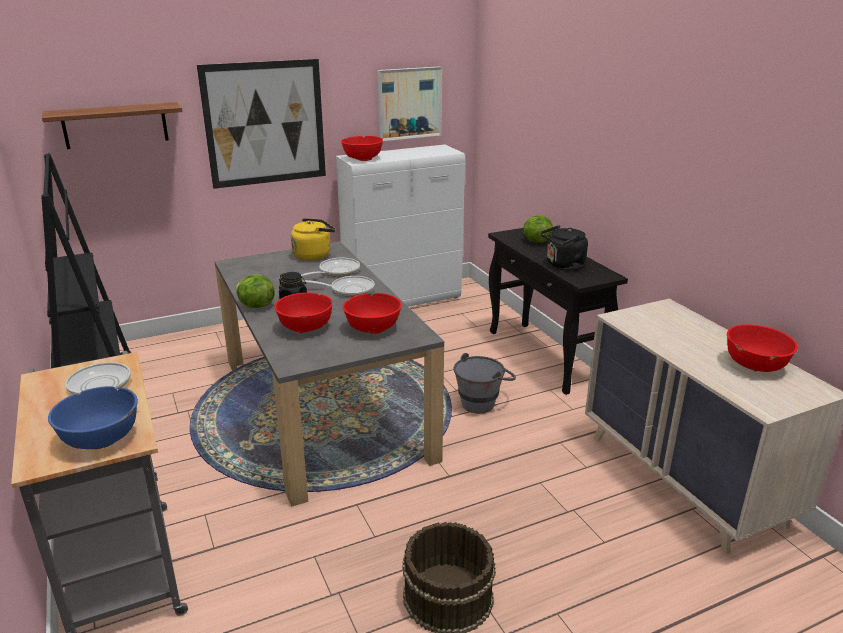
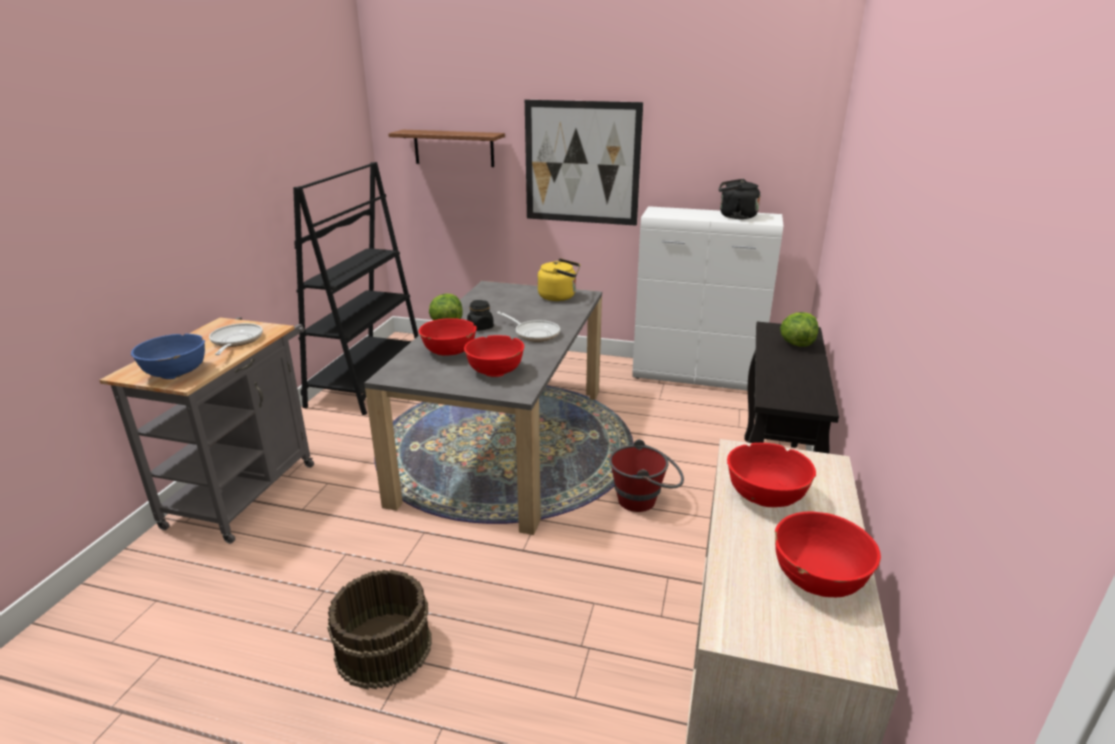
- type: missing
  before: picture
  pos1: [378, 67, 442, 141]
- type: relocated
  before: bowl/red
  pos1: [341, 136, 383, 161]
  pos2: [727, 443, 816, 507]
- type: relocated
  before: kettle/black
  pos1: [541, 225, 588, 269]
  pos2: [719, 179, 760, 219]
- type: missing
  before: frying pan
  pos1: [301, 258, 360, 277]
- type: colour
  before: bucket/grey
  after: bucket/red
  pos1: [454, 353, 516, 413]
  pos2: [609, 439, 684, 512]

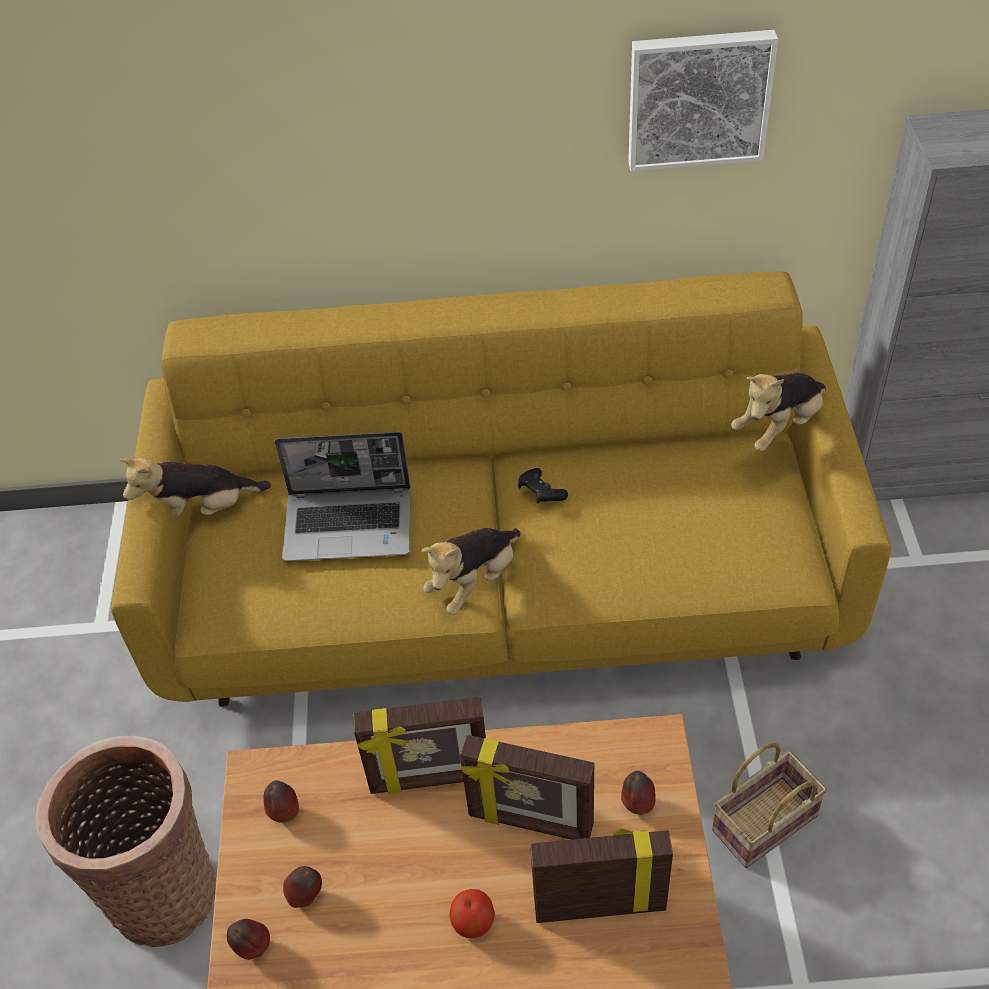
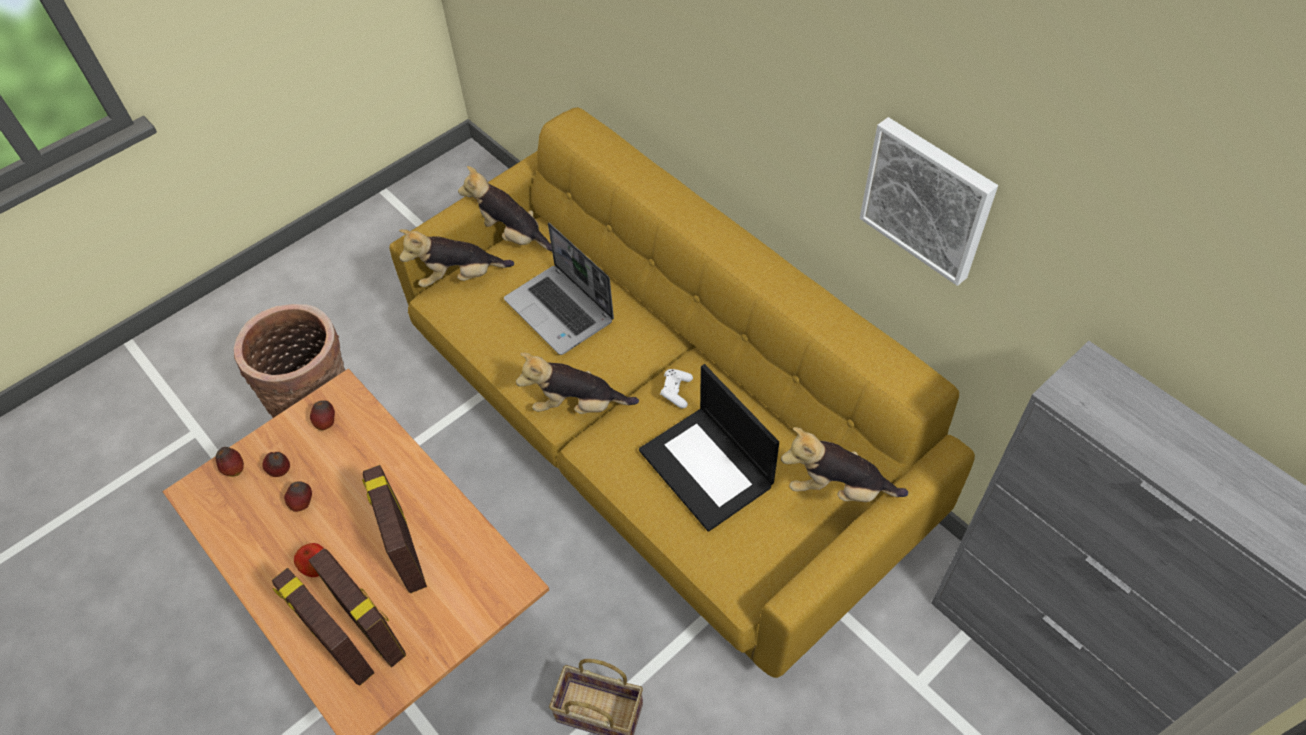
- type: colour
  before: game controller/black
  after: game controller/white
  pos1: [518, 468, 568, 504]
  pos2: [660, 369, 693, 408]
- type: relocated
  before: picture frame
  pos1: [353, 697, 486, 794]
  pos2: [272, 568, 375, 685]
- type: relocated
  before: apple
  pos1: [621, 771, 656, 815]
  pos2: [284, 481, 312, 512]
- type: appeared
  after: plush toy
  pos2: [399, 229, 514, 287]
- type: appeared
  after: laptop
  pos2: [639, 364, 779, 532]

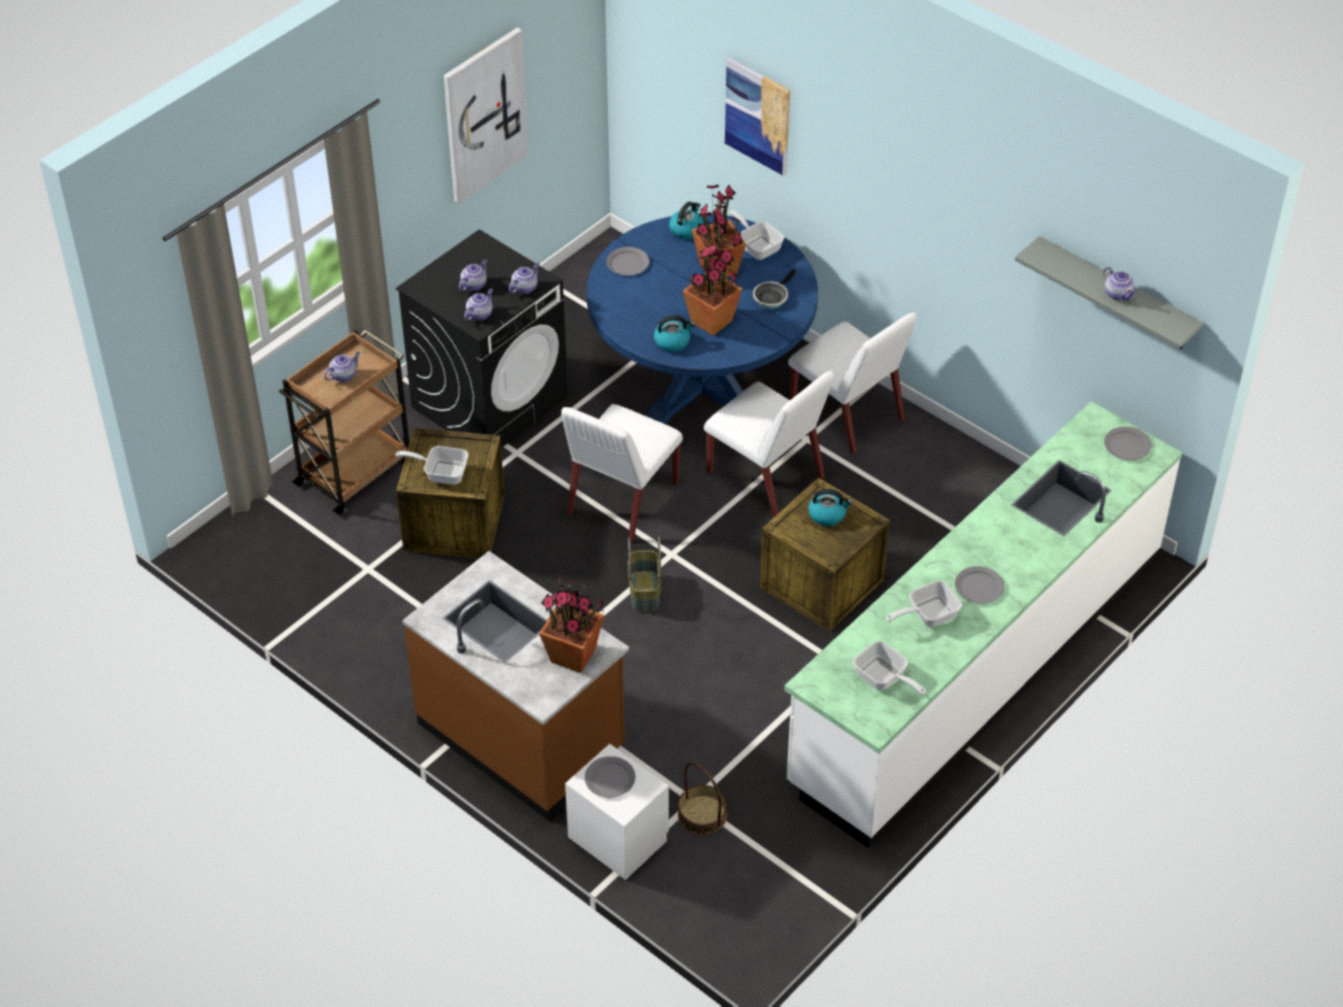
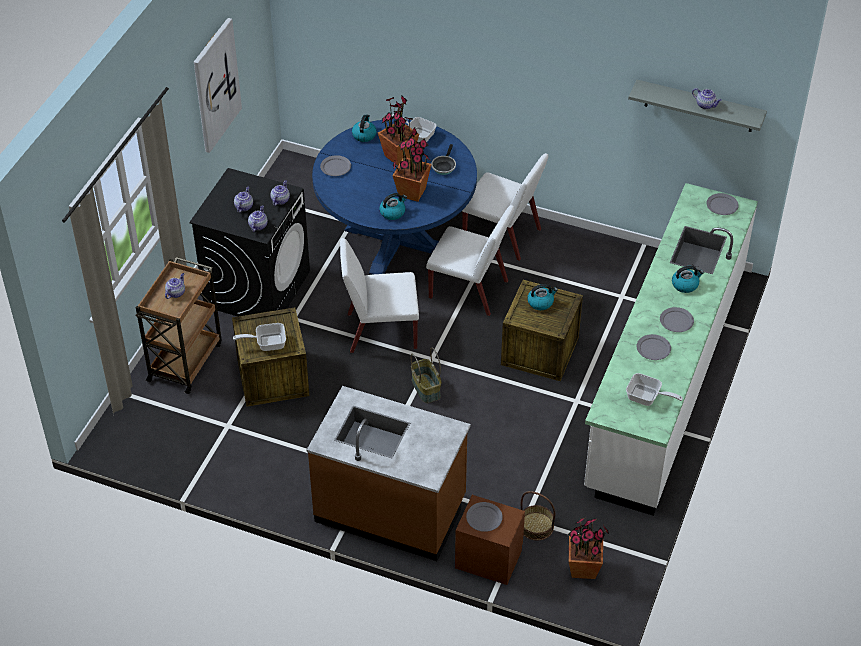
- type: missing
  before: picture
  pos1: [725, 58, 790, 176]
- type: spun
  before: chair/white
  pos1: [561, 404, 683, 542]
  pos2: [340, 238, 419, 353]
  turn: 75
- type: relocated
  before: potted plant
  pos1: [539, 574, 604, 673]
  pos2: [568, 518, 609, 579]
- type: exchanged
  before: frying pan
  after: plate/grey
  pos1: [886, 581, 962, 627]
  pos2: [636, 334, 671, 360]
- type: colour
  before: nightstand/white
  after: nightstand/brown
  pos1: [565, 744, 669, 880]
  pos2: [455, 495, 525, 585]
- type: appeared
  after: kettle
  pos2: [672, 266, 704, 293]

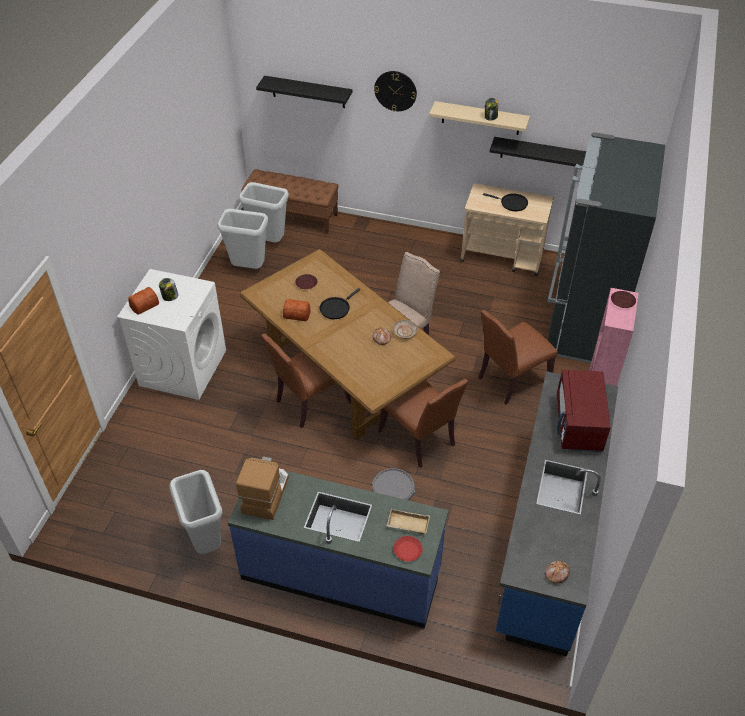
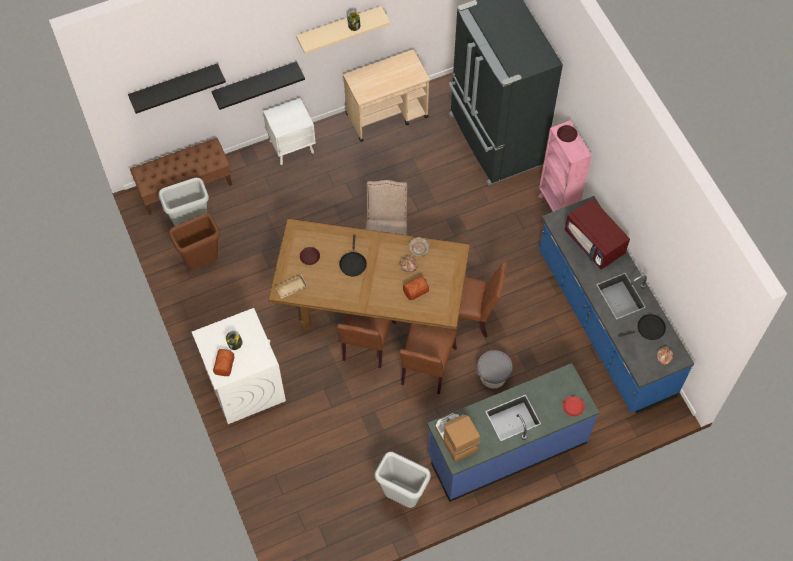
- type: missing
  before: wall clock
  pos1: [374, 71, 417, 112]
- type: relocated
  before: shelf/black
  pos1: [490, 137, 586, 166]
  pos2: [212, 61, 305, 110]
- type: relocated
  before: frying pan/black
  pos1: [483, 193, 528, 211]
  pos2: [618, 314, 666, 340]
- type: colour
  before: trash can/grey
  after: trash can/brown
  pos1: [217, 209, 268, 269]
  pos2: [168, 214, 220, 270]
- type: relocated
  before: bread
  pos1: [283, 299, 311, 321]
  pos2: [403, 276, 429, 300]
- type: relocated
  before: chair/brown
  pos1: [478, 310, 558, 405]
  pos2: [399, 323, 457, 394]
- type: relocated
  before: tray/beige
  pos1: [387, 509, 430, 534]
  pos2: [275, 275, 308, 299]
- type: appeared
  after: nightstand/white
  pos2: [263, 98, 316, 165]

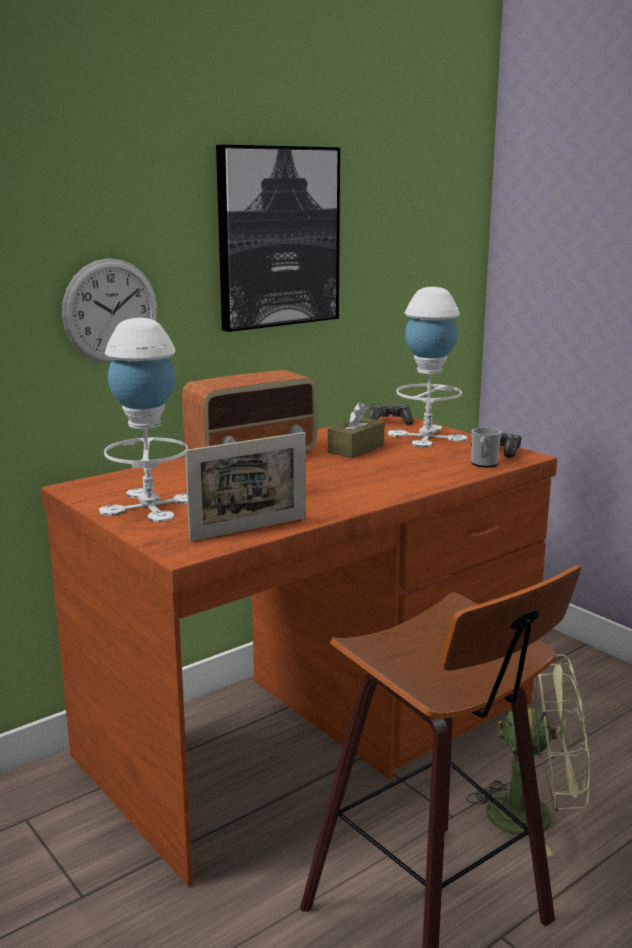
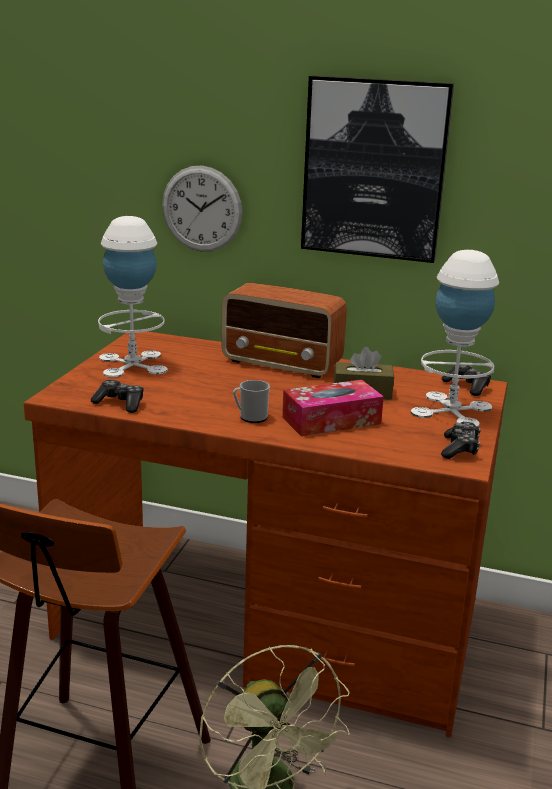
- type: relocated
  before: mug
  pos1: [471, 427, 501, 467]
  pos2: [233, 380, 270, 423]
- type: exchanged
  before: picture frame
  after: game controller
  pos1: [185, 432, 306, 542]
  pos2: [91, 380, 143, 413]
- type: appeared
  after: tissue box
  pos2: [282, 380, 384, 436]

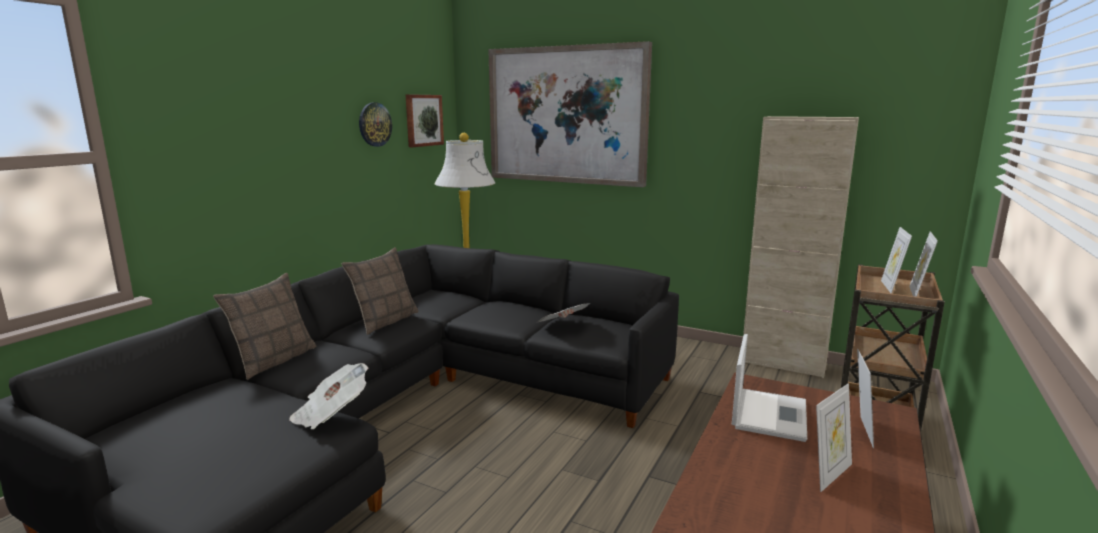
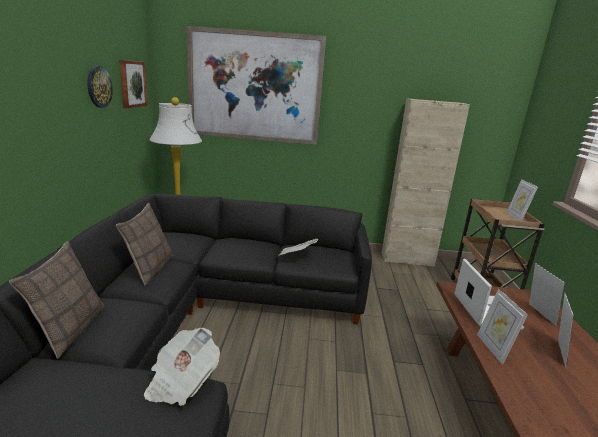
- type: relocated
  before: picture frame
  pos1: [881, 227, 912, 294]
  pos2: [477, 289, 528, 365]

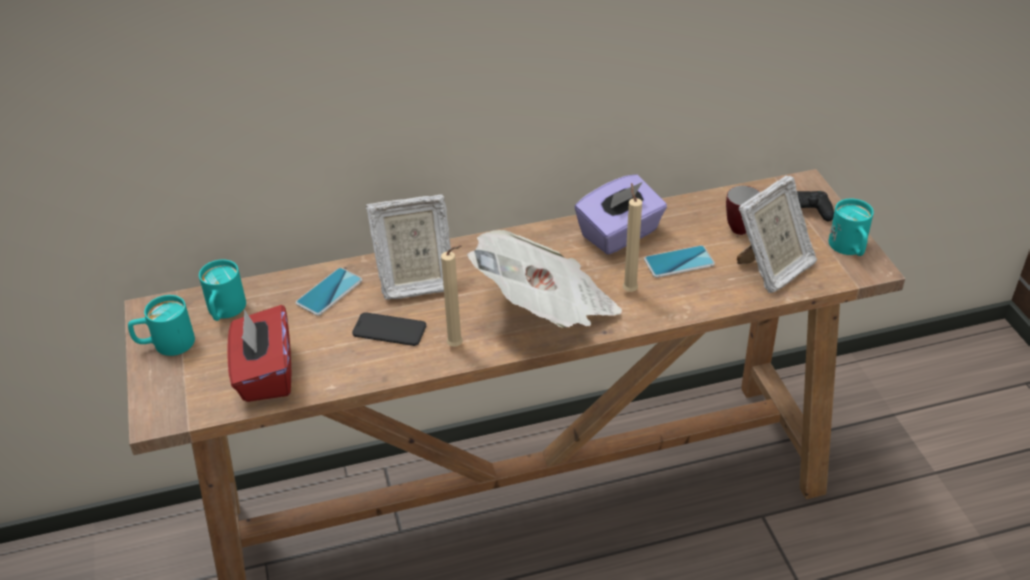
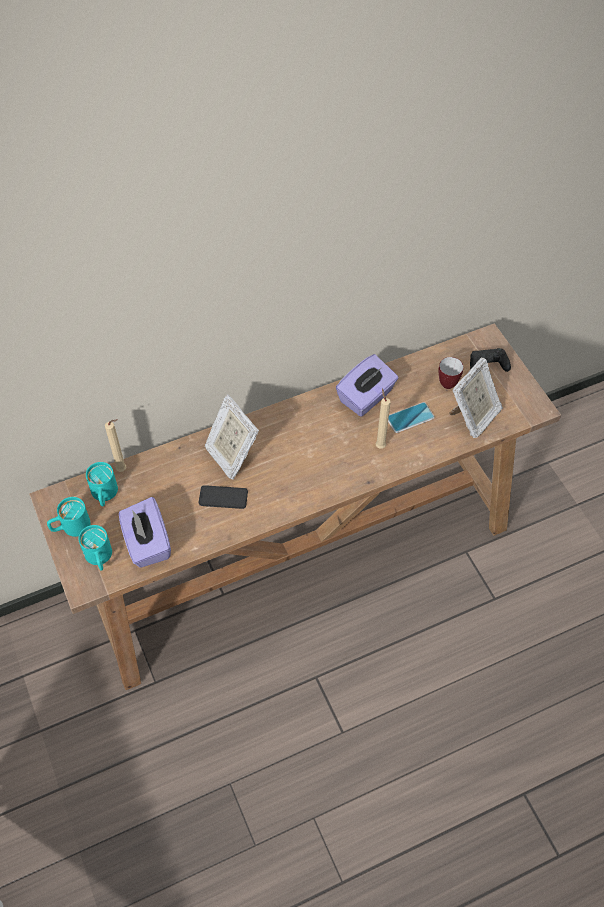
- type: spun
  before: picture frame
  pos1: [366, 194, 452, 300]
  pos2: [204, 394, 259, 479]
  turn: 75
- type: relocated
  before: mug/turquoise
  pos1: [829, 199, 874, 256]
  pos2: [78, 525, 112, 571]
- type: missing
  before: newspaper
  pos1: [467, 230, 622, 328]
- type: relocated
  before: candle/beige
  pos1: [441, 245, 463, 347]
  pos2: [105, 419, 127, 472]
- type: missing
  before: phone
  pos1: [296, 268, 362, 316]
- type: colour
  before: tissue box/red
  after: tissue box/purple
  pos1: [227, 305, 291, 402]
  pos2: [119, 497, 171, 568]

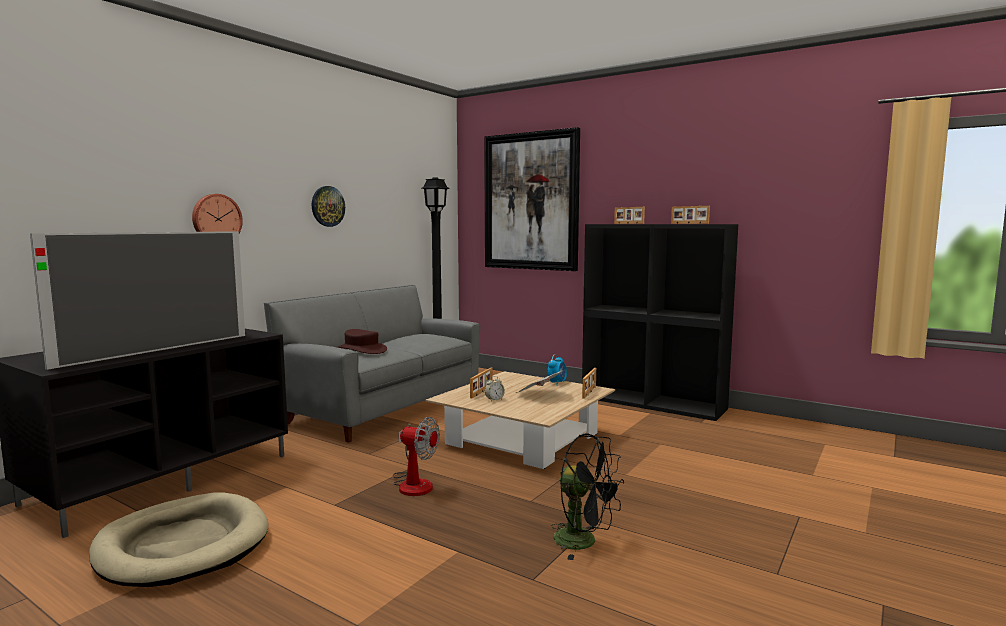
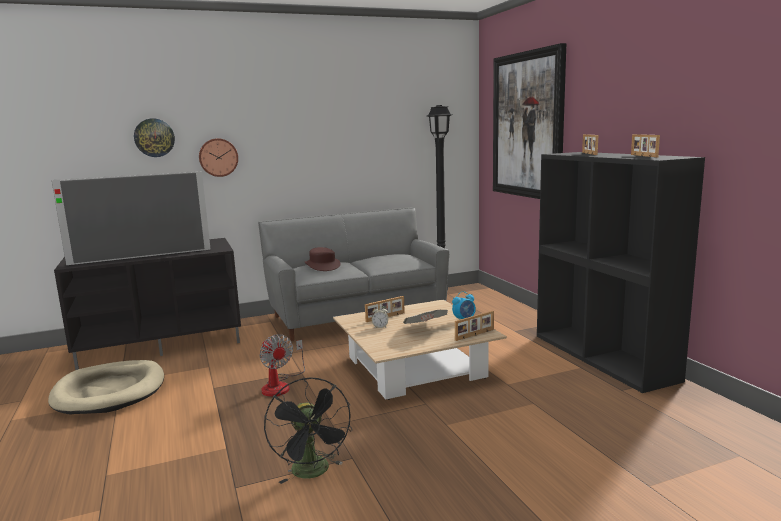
- type: relocated
  before: wall clock
  pos1: [312, 186, 345, 227]
  pos2: [134, 118, 175, 157]

